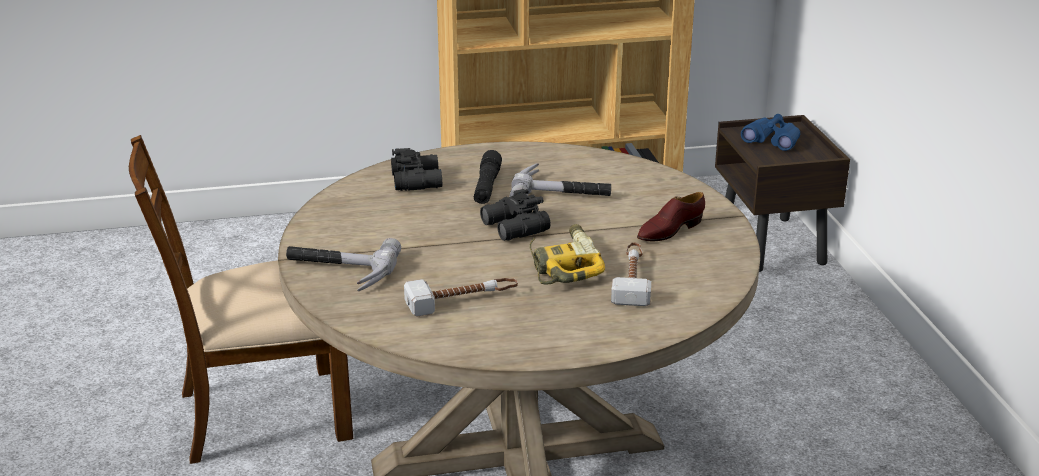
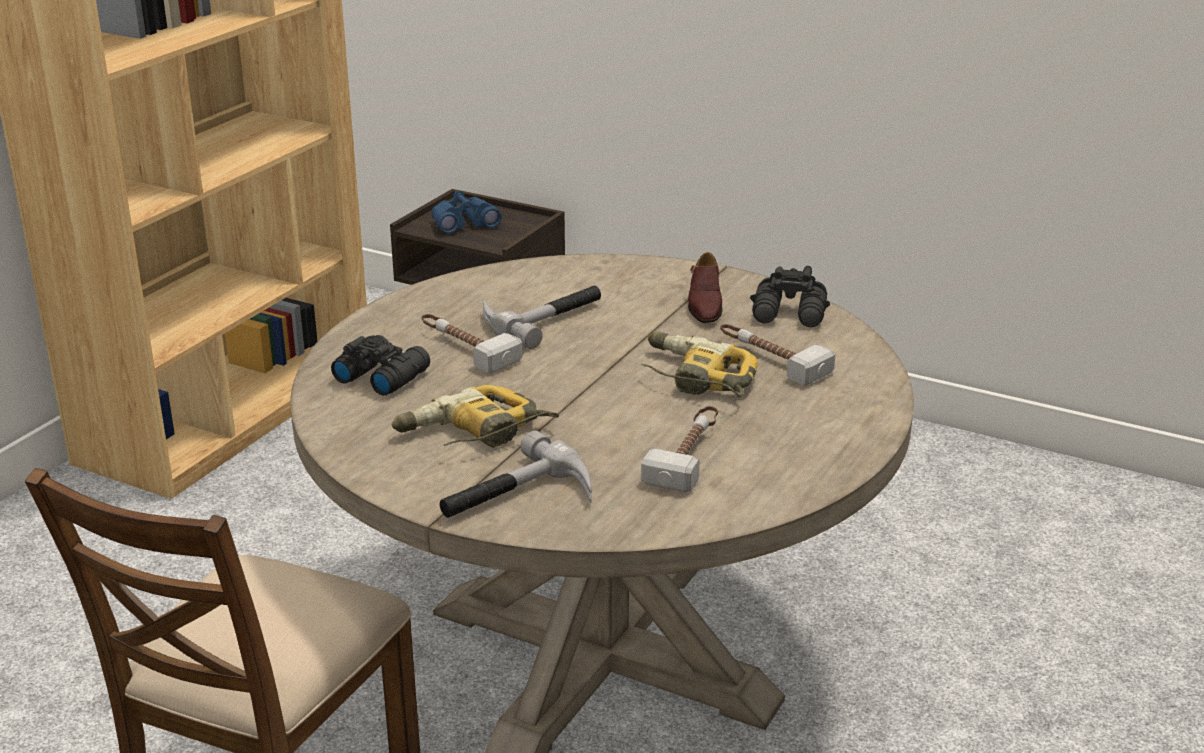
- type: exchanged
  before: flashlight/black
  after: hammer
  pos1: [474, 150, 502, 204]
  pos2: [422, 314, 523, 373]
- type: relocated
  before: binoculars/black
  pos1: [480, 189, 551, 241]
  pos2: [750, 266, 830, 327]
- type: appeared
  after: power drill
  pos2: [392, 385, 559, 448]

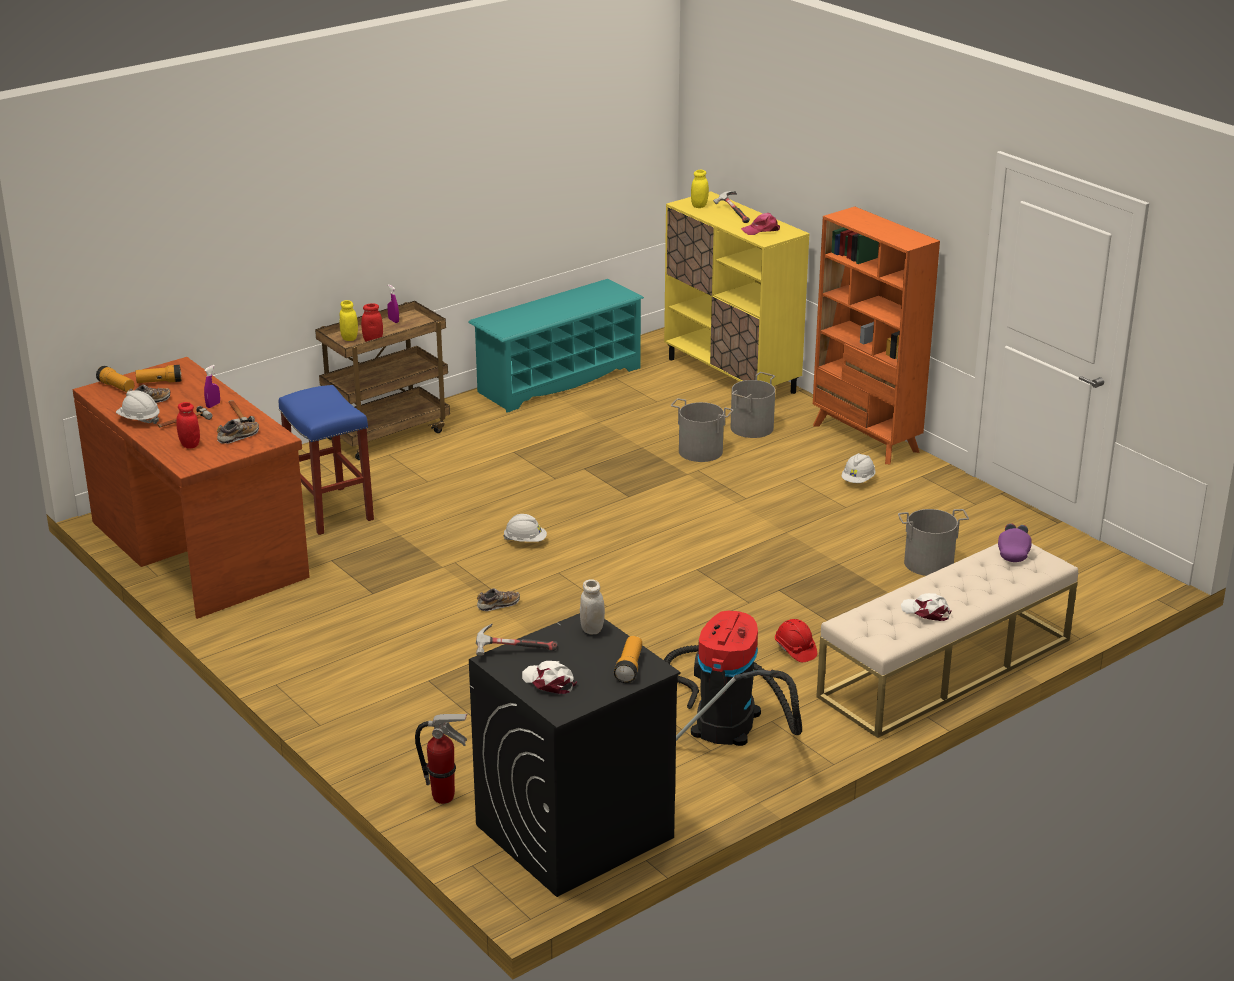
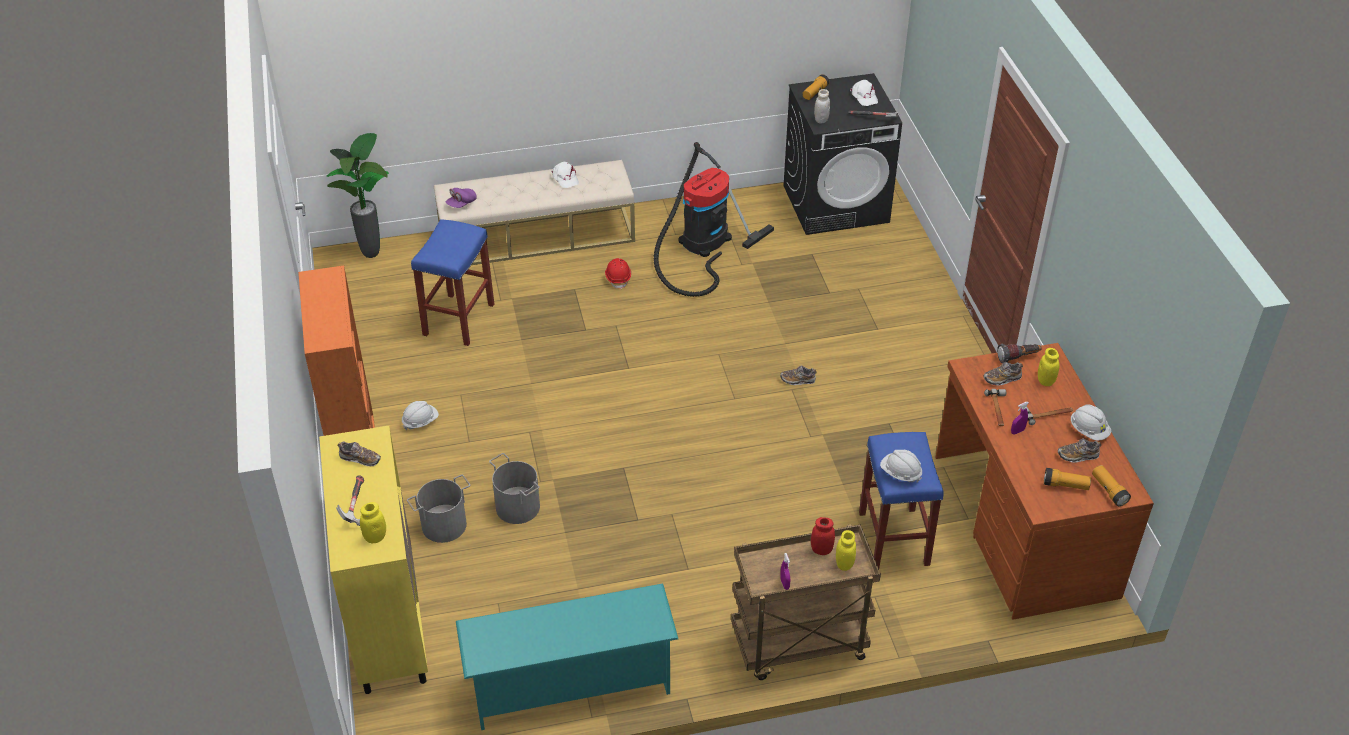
- type: exchanged
  before: cap/pink
  after: shoe
  pos1: [741, 213, 780, 235]
  pos2: [337, 441, 381, 466]
- type: colour
  before: jar/red
  after: jar/yellow
  pos1: [176, 402, 200, 449]
  pos2: [1038, 348, 1059, 386]
- type: exchanged
  before: bucket/grey
  after: stool/blue
  pos1: [898, 509, 969, 576]
  pos2: [411, 219, 494, 346]
- type: relocated
  before: hard hat/white
  pos1: [503, 514, 547, 542]
  pos2: [880, 450, 922, 483]
- type: missing
  before: fire extinguisher
  pos1: [415, 713, 468, 804]
- type: appeared
  after: potted plant
  pos2: [326, 133, 389, 258]
- type: appeared
  after: flashlight
  pos2: [997, 344, 1042, 363]

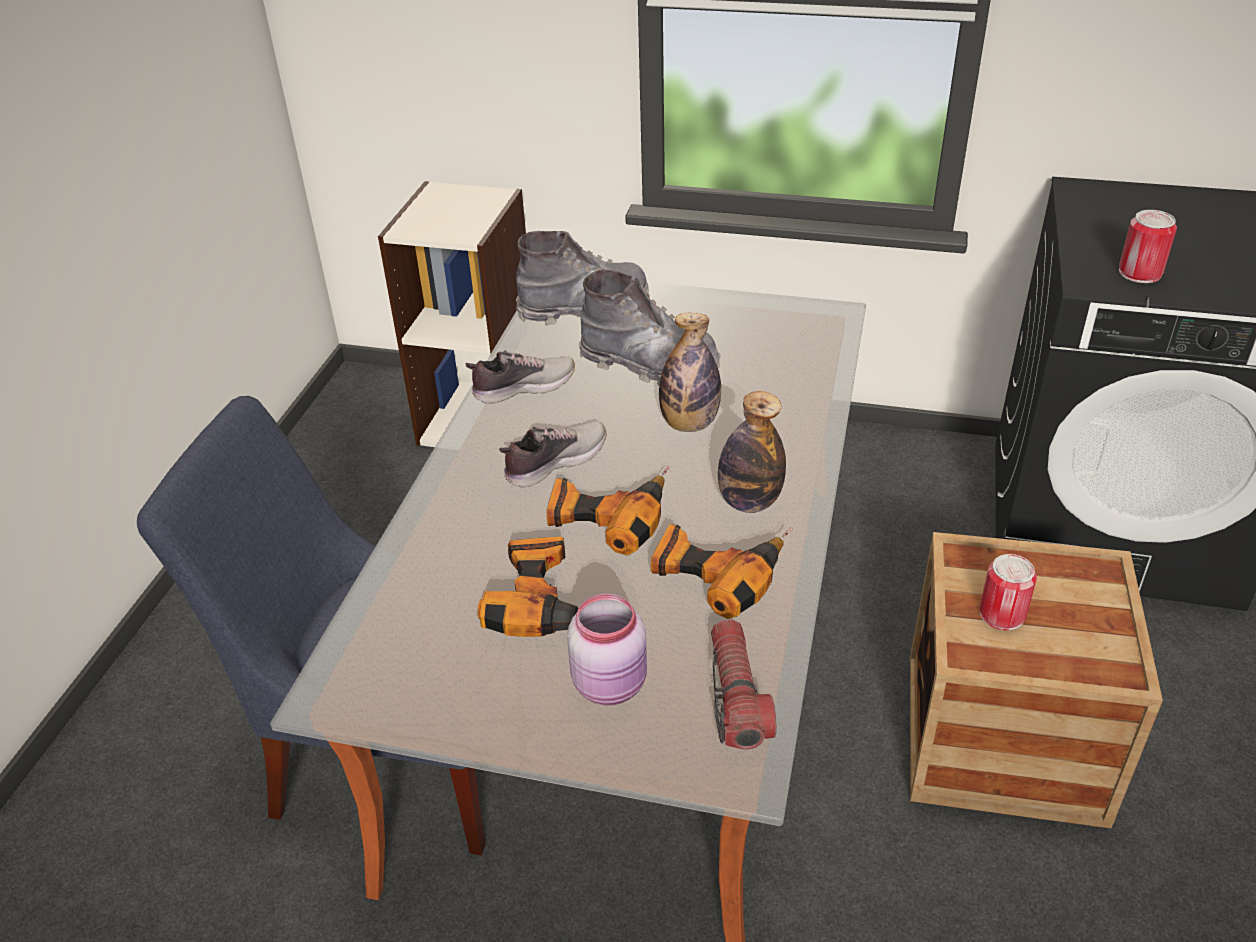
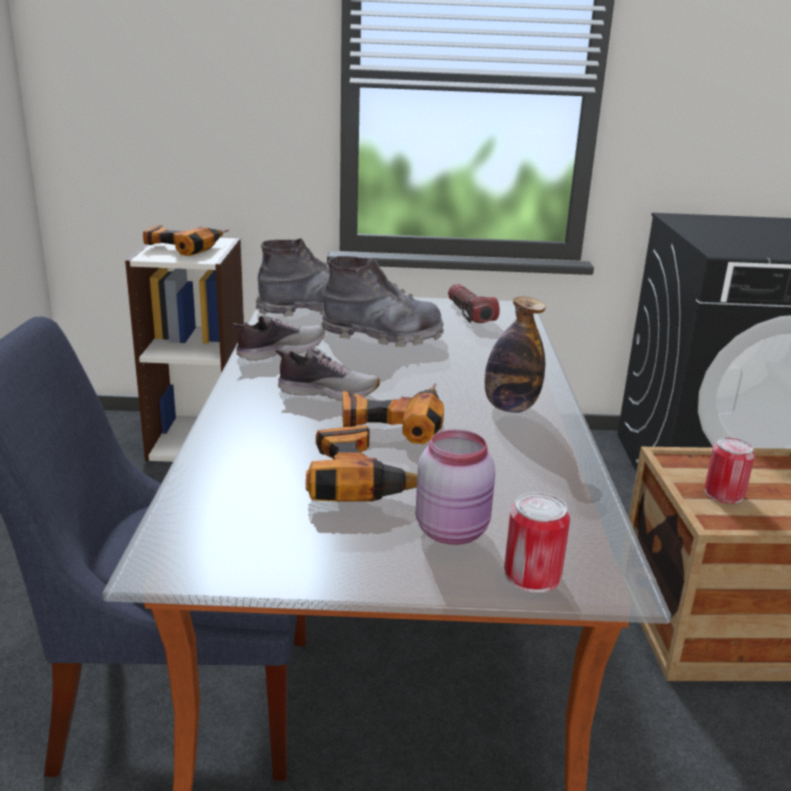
- type: relocated
  before: can
  pos1: [1119, 210, 1177, 283]
  pos2: [504, 492, 570, 593]
- type: missing
  before: bottle
  pos1: [659, 313, 721, 432]
- type: spun
  before: shoe
  pos1: [499, 421, 606, 487]
  pos2: [275, 349, 380, 401]
  turn: 60
- type: relocated
  before: power drill
  pos1: [651, 524, 792, 619]
  pos2: [143, 225, 229, 256]
- type: relocated
  before: flashlight
  pos1: [711, 619, 777, 750]
  pos2: [448, 284, 500, 323]

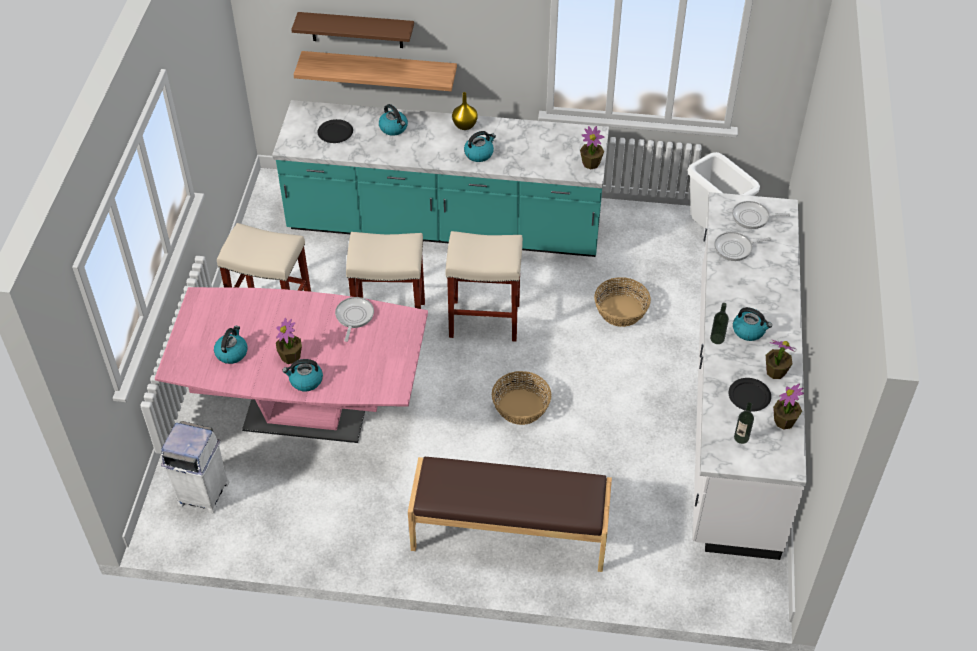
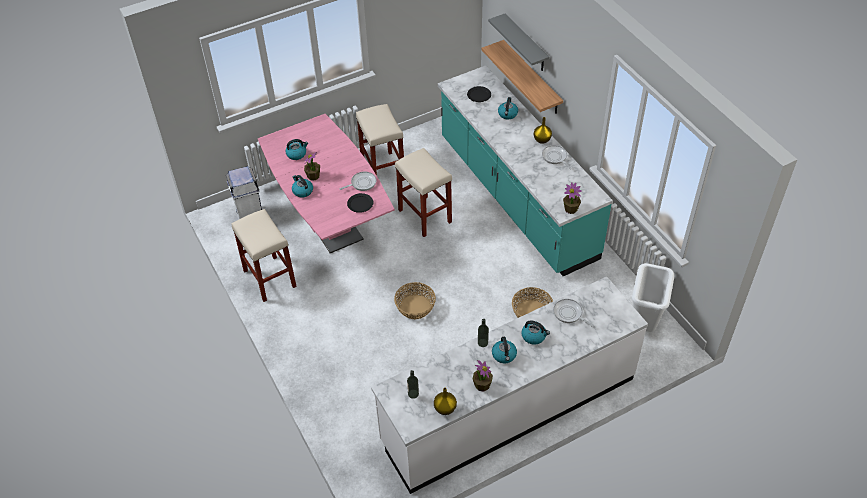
- type: colour
  before: shelf/brown
  after: shelf/grey
  pos1: [291, 12, 414, 48]
  pos2: [488, 14, 549, 71]
- type: relocated
  before: kettle
  pos1: [464, 131, 496, 162]
  pos2: [522, 321, 550, 345]
- type: relocated
  before: frying pan
  pos1: [732, 201, 790, 229]
  pos2: [542, 145, 572, 169]
- type: relocated
  before: stool/beige
  pos1: [445, 231, 523, 341]
  pos2: [231, 209, 297, 302]
- type: relocated
  before: plate/black
  pos1: [729, 378, 771, 411]
  pos2: [347, 193, 374, 213]
- type: exchanged
  before: potted plant
  after: vase/yellow
  pos1: [773, 384, 804, 429]
  pos2: [434, 388, 457, 415]
- type: missing
  before: bench/brown
  pos1: [408, 457, 612, 572]

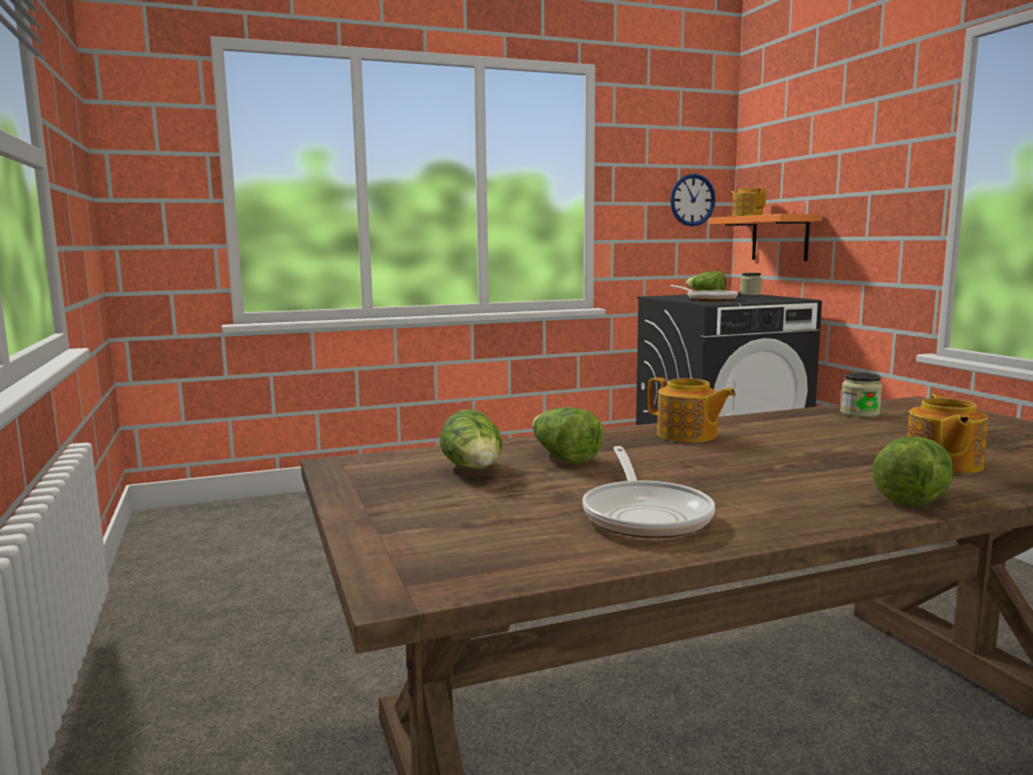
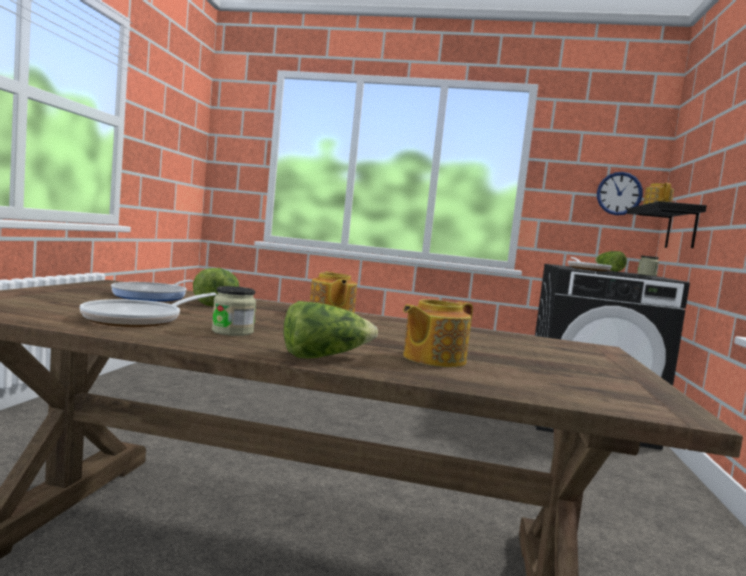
- type: colour
  before: shelf/orange
  after: shelf/black
  pos1: [709, 214, 822, 261]
  pos2: [627, 201, 707, 248]
- type: relocated
  before: jar
  pos1: [840, 373, 882, 417]
  pos2: [212, 286, 256, 336]
- type: exchanged
  before: lettuce
  after: frying pan
  pos1: [440, 409, 502, 469]
  pos2: [111, 280, 193, 301]

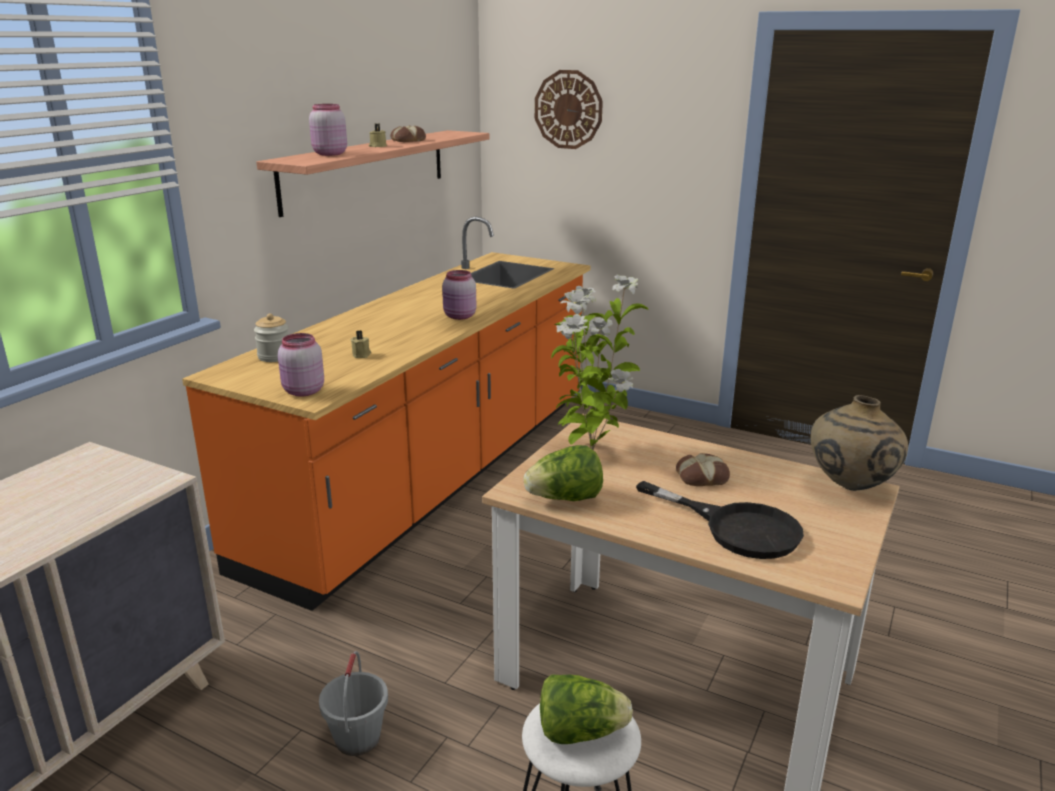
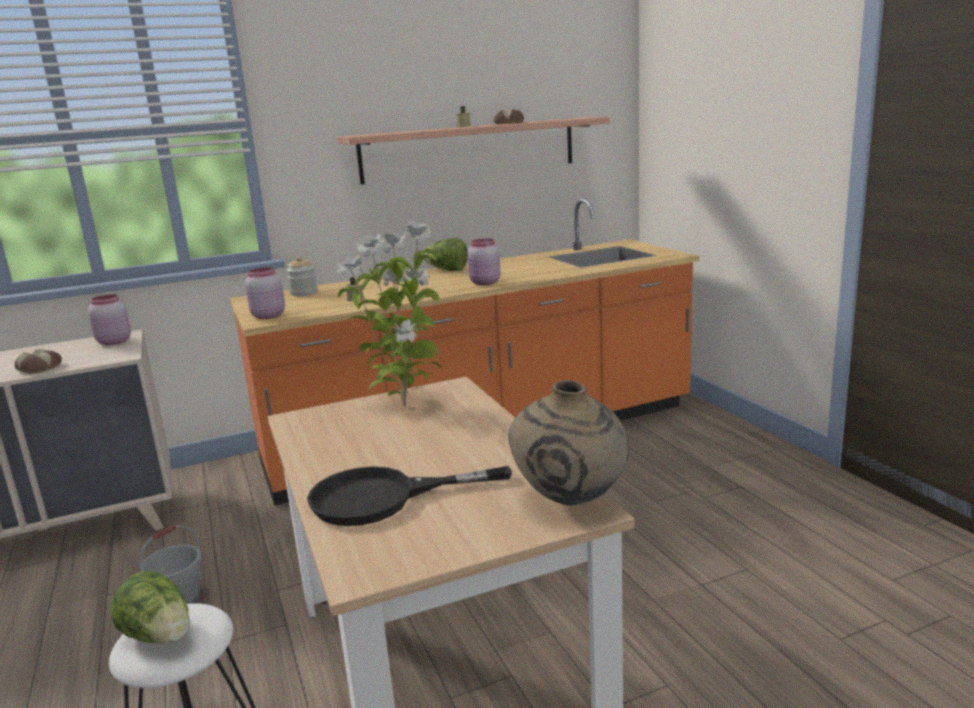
- type: missing
  before: wall clock
  pos1: [535, 70, 603, 149]
- type: relocated
  before: jar/pink
  pos1: [309, 104, 347, 156]
  pos2: [88, 294, 131, 345]
- type: relocated
  before: lettuce
  pos1: [523, 445, 603, 501]
  pos2: [422, 238, 468, 271]
- type: relocated
  before: bread
  pos1: [676, 453, 730, 486]
  pos2: [14, 349, 62, 374]
- type: spun
  before: frying pan/black
  pos1: [636, 481, 804, 559]
  pos2: [307, 466, 512, 526]
  turn: 90

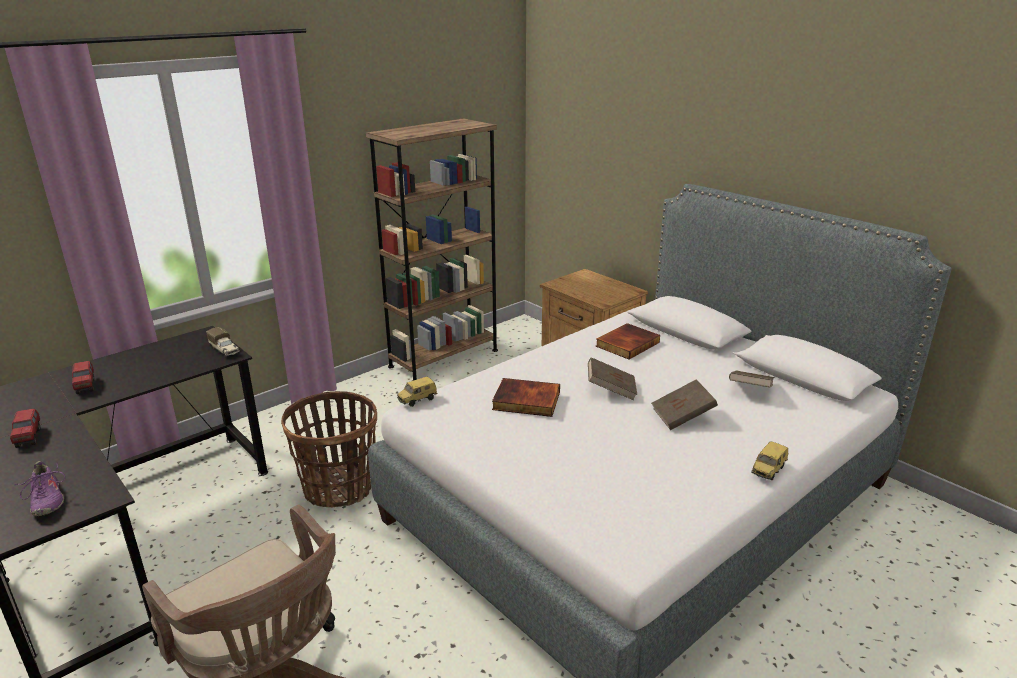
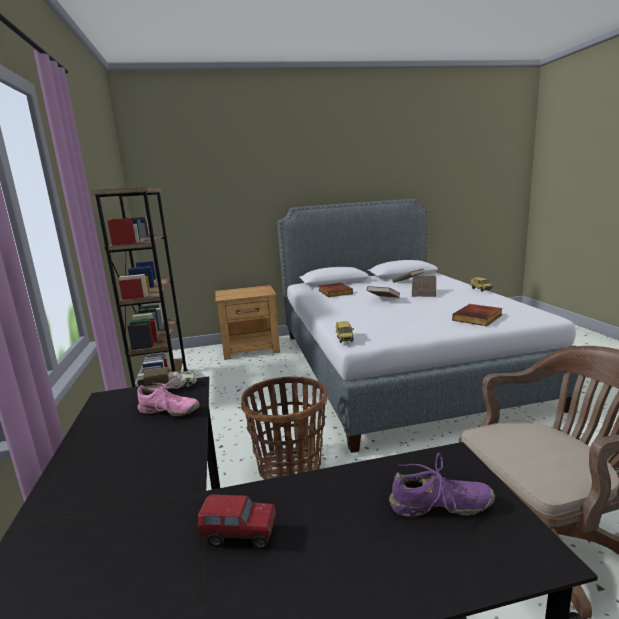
- type: missing
  before: toy truck
  pos1: [72, 361, 95, 394]
- type: relocated
  before: book
  pos1: [492, 378, 560, 417]
  pos2: [452, 304, 503, 326]
- type: appeared
  after: shoe/pink
  pos2: [137, 378, 200, 416]

